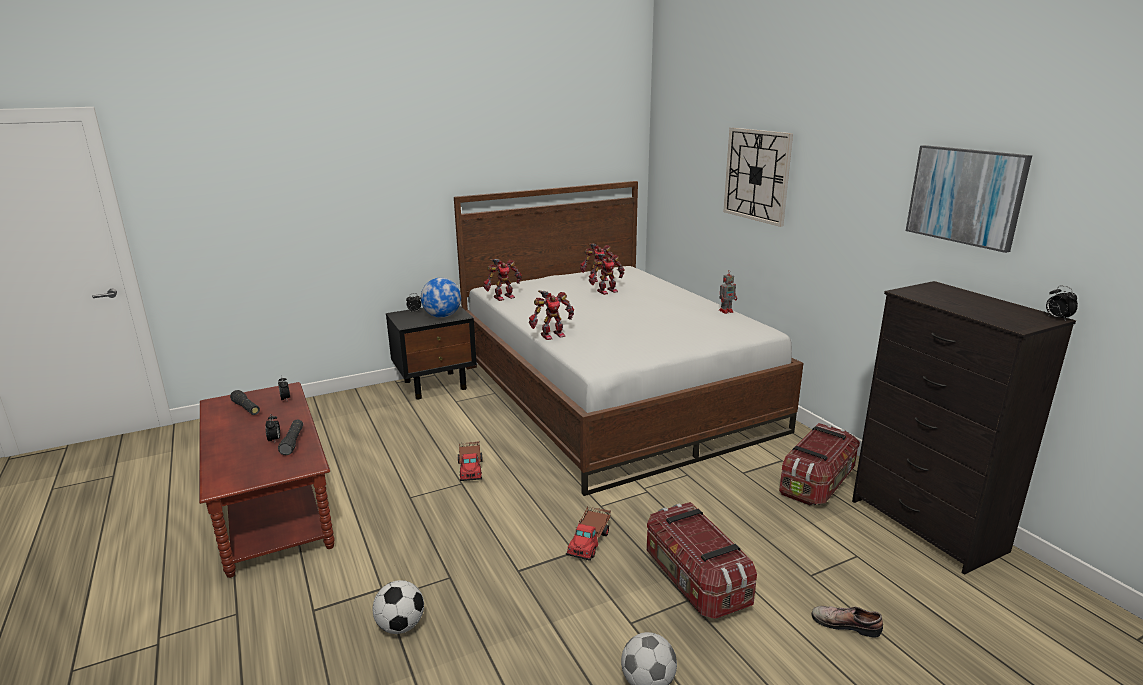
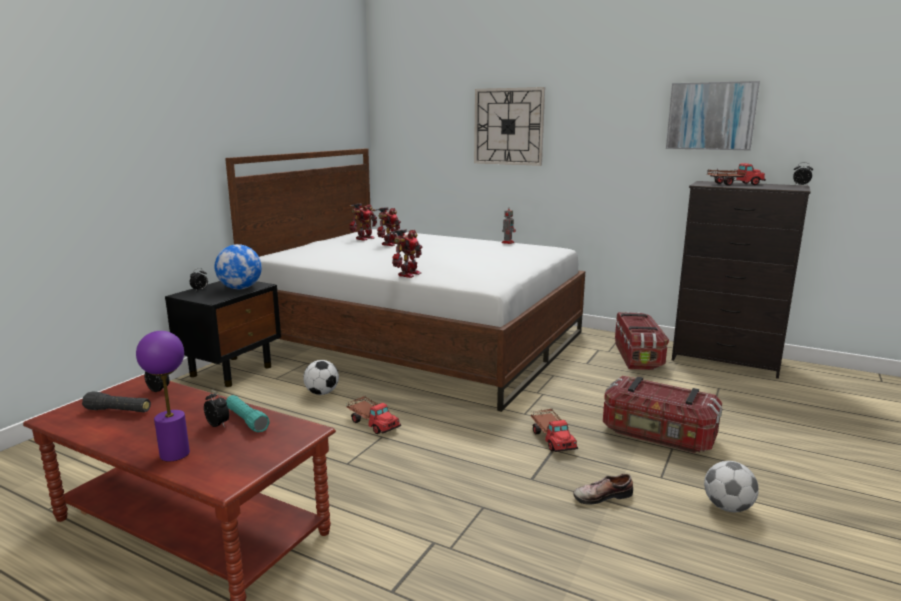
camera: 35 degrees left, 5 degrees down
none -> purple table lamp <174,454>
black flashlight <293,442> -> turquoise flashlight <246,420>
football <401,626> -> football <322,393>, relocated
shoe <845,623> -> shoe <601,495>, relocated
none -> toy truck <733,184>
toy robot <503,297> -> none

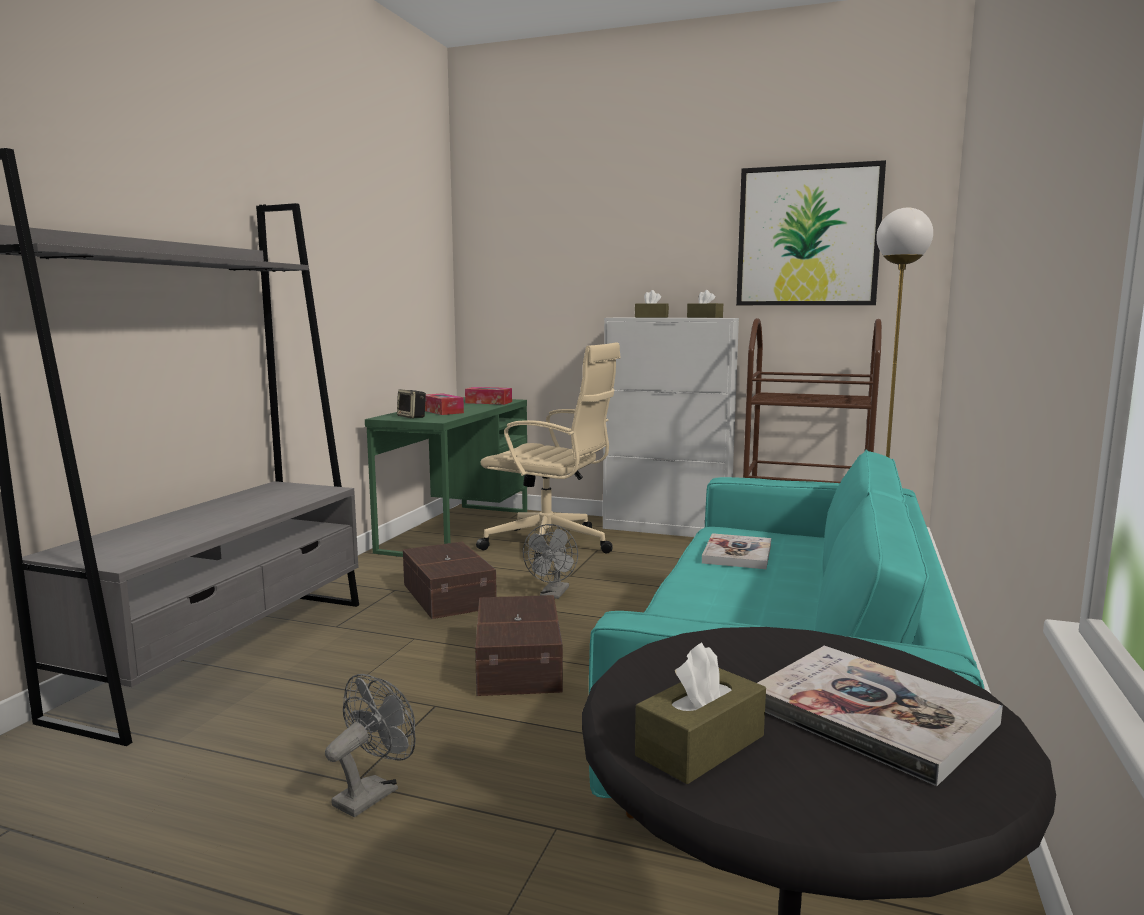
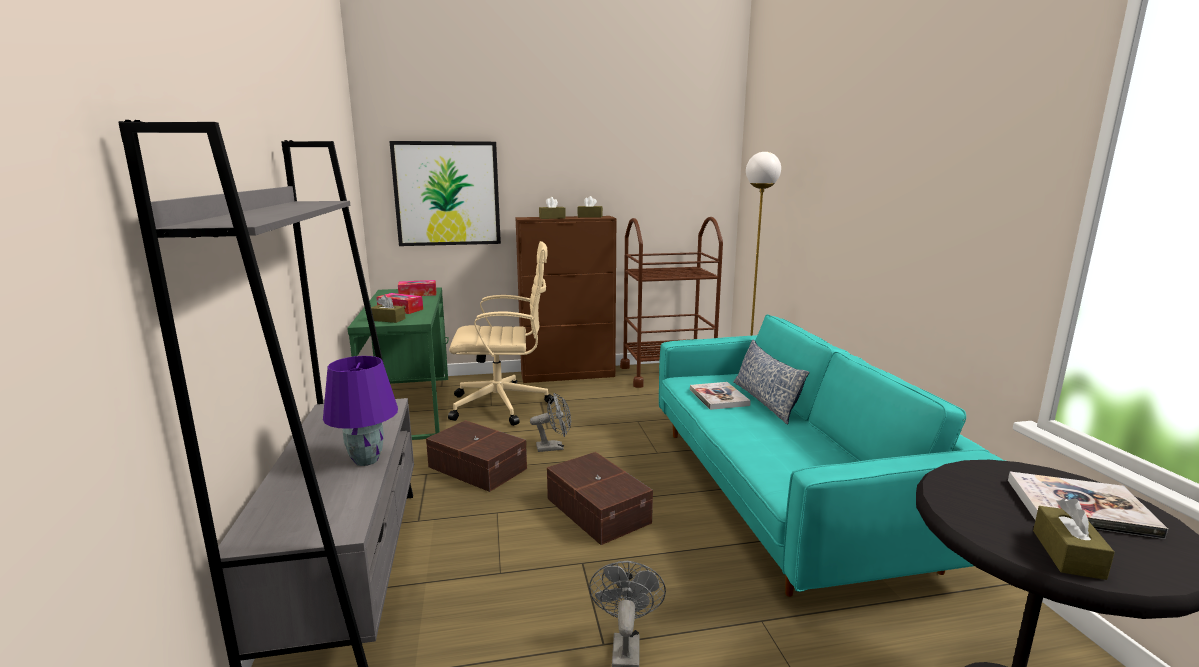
camera: 30 degrees left, 5 degrees up
none -> purple table lamp <366,461>
speaker <412,417> -> brown tissue box <388,319>
picture <808,236> -> picture <447,194>, relocated
white cabinet <667,529> -> brown cabinet <568,375>
grey fan <553,594> -> grey fan <554,447>, 90 degrees counterclockwise
none -> pillow <765,401>

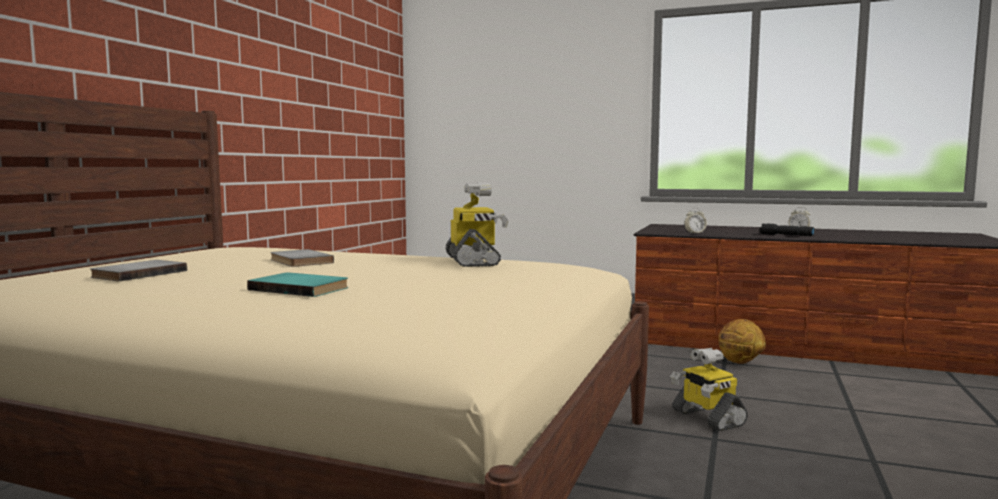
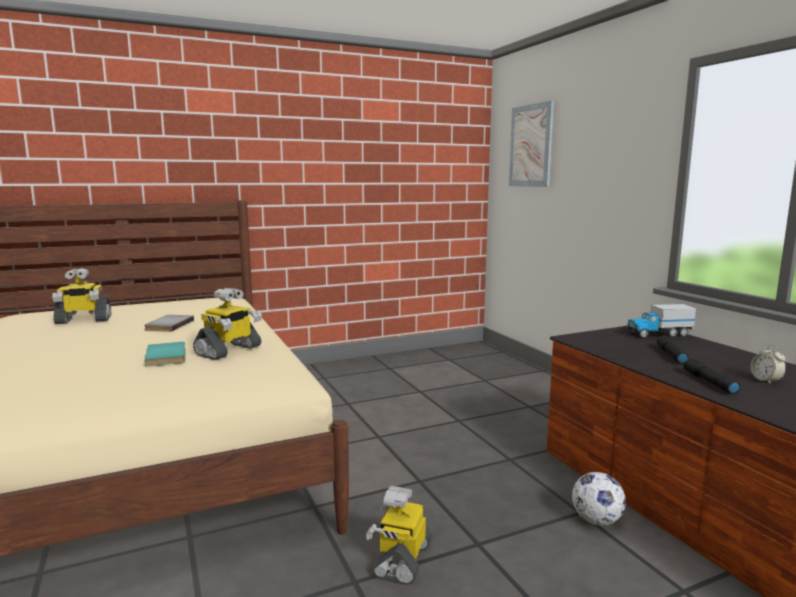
camera: 45 degrees right, 5 degrees up
grey book <137,274> -> toy robot <83,320>
turquoise book <301,288> -> turquoise book <168,356>, relocated
none -> picture <530,146>
basketball <739,362> -> football <596,520>
none -> toy truck <658,334>
none -> black flashlight <670,355>
alarm clock <695,233> -> none

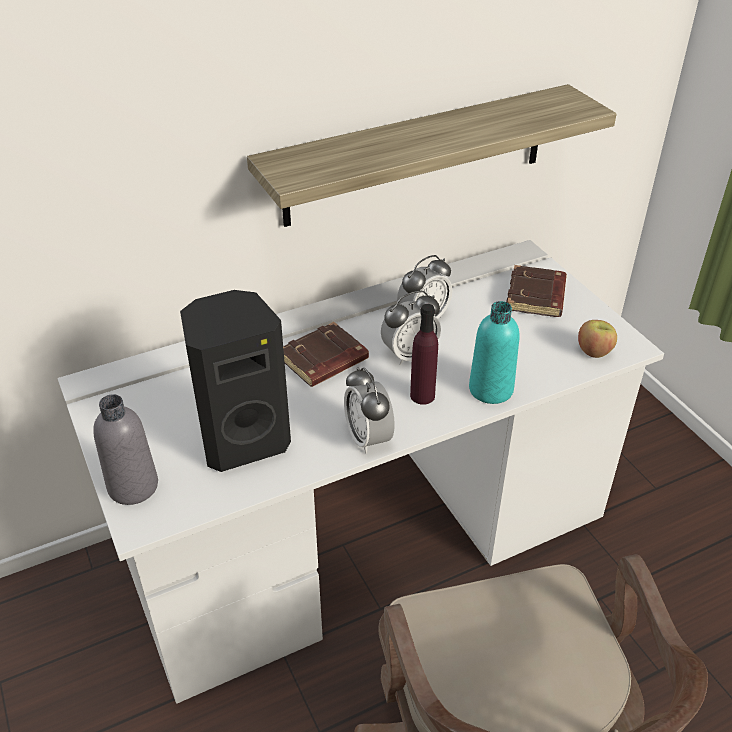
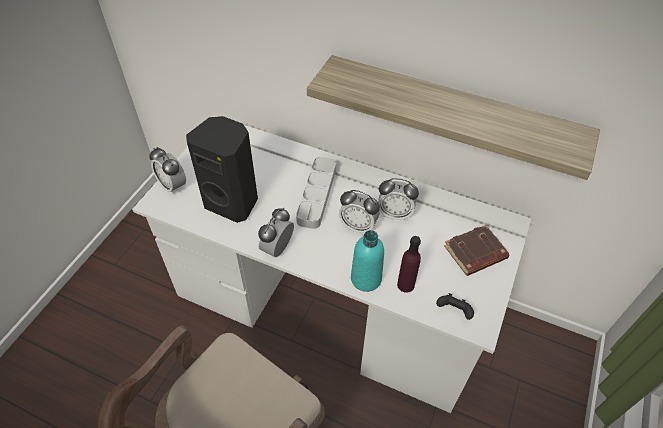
camera: 50 degrees right, 10 degrees up
grey bottle <133,486> -> alarm clock <172,186>
brown book <323,361> -> grey tray <317,195>
purple bottle <422,396> -> purple bottle <405,285>, relocated
apple <594,351> -> black game controller <453,311>

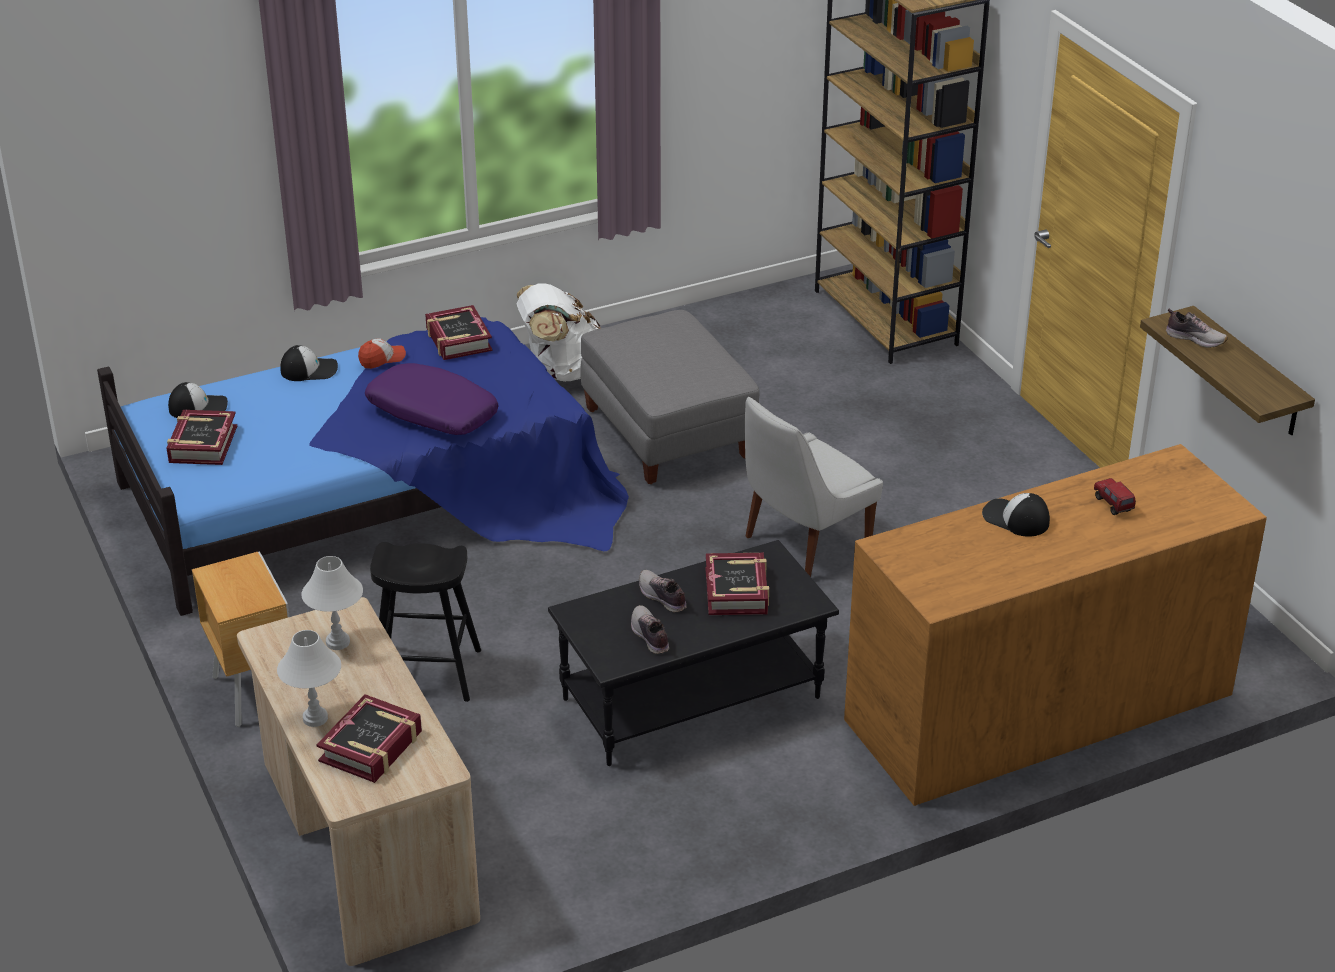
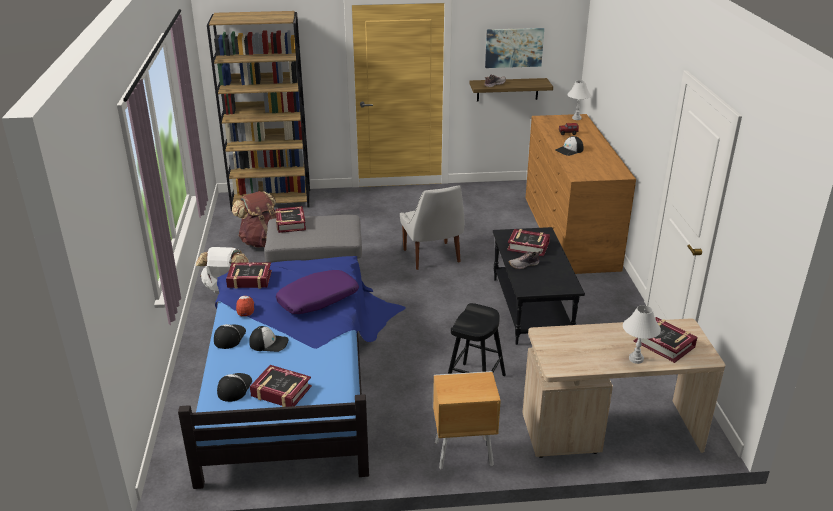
camera: 70 degrees left, 5 degrees down
none -> brown backpack <263,241>
none -> cap <269,343>
none -> book <290,223>
none -> picture <514,47>
white table lamp <338,642> -> white table lamp <576,118>, relocated
shoe <649,636> -> none

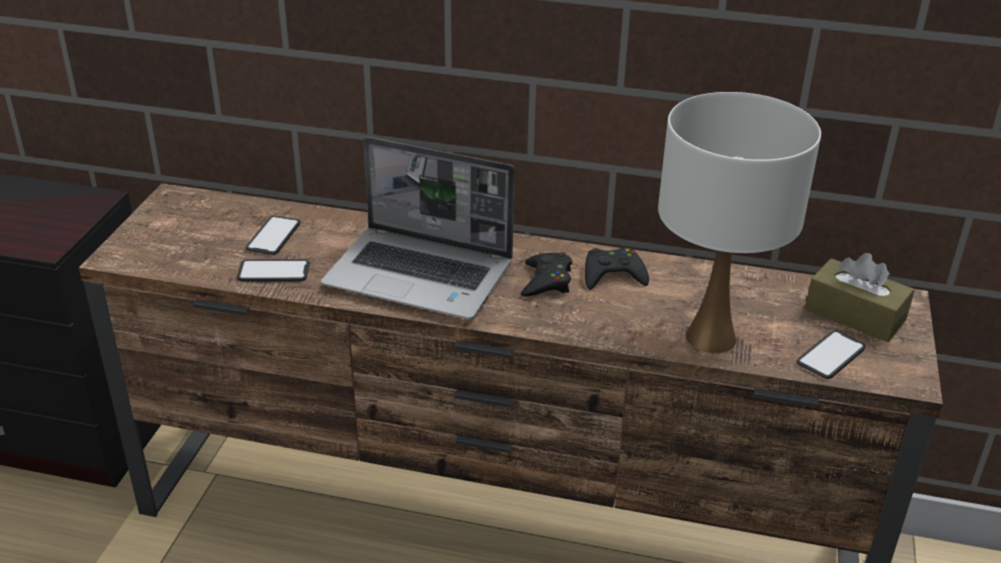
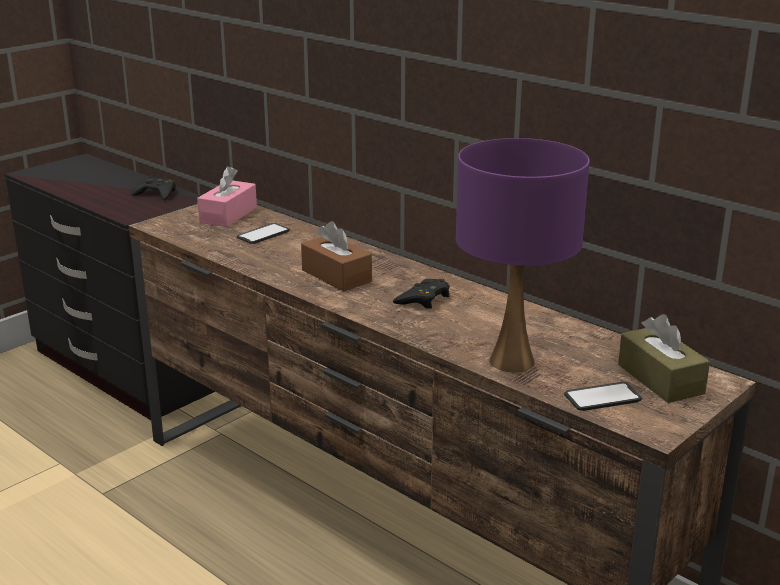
camera: 30 degrees right, 10 degrees down
black game controller <613,275> -> black game controller <156,193>, relocated
none -> pink tissue box <228,215>
laptop <421,275> -> brown tissue box <336,276>
white table lamp <710,337> -> purple table lamp <511,361>
phone <273,272> -> none

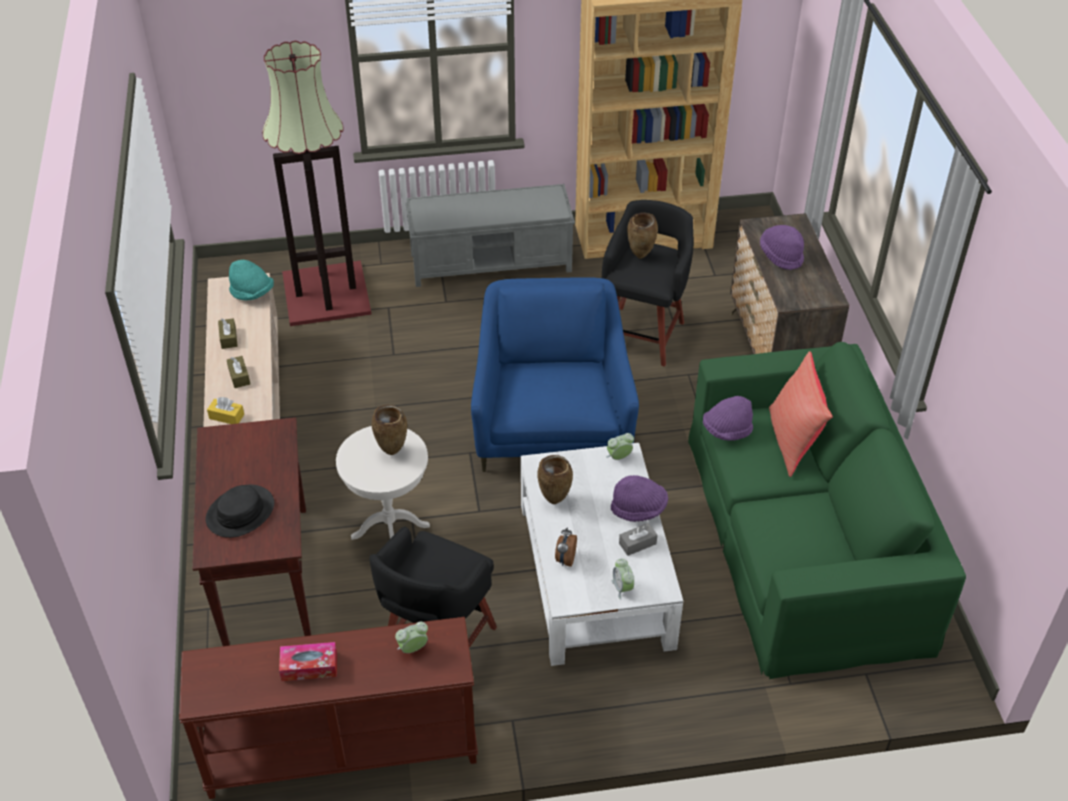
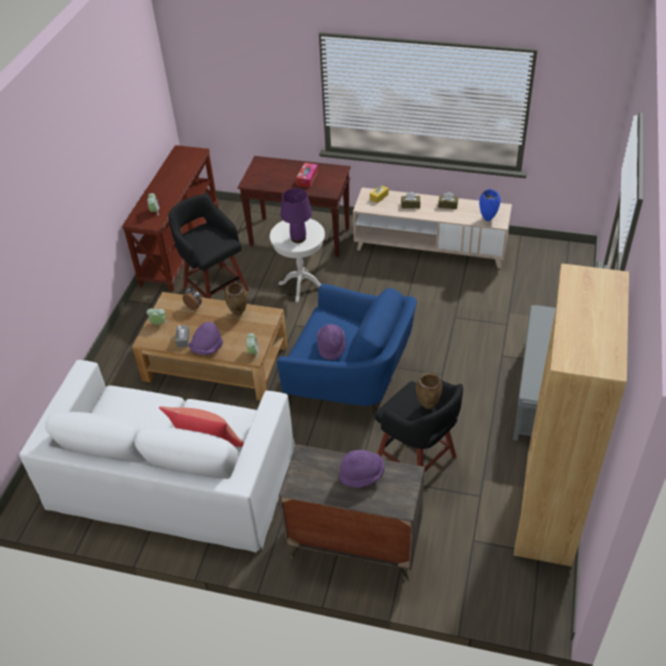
camera: 115 degrees right, 0 degrees up
green sofa <806,539> -> white sofa <171,478>
white coffee table <595,575> -> brown coffee table <215,362>
brown vase <393,451> -> purple table lamp <298,238>
tissue box <309,666> -> tissue box <307,178>, relocated
purple hat <726,430> -> purple hat <331,347>, relocated
turquoise hat <252,293> -> blue vase <488,219>
black hat <240,512> -> none
floor lamp <327,293> -> none

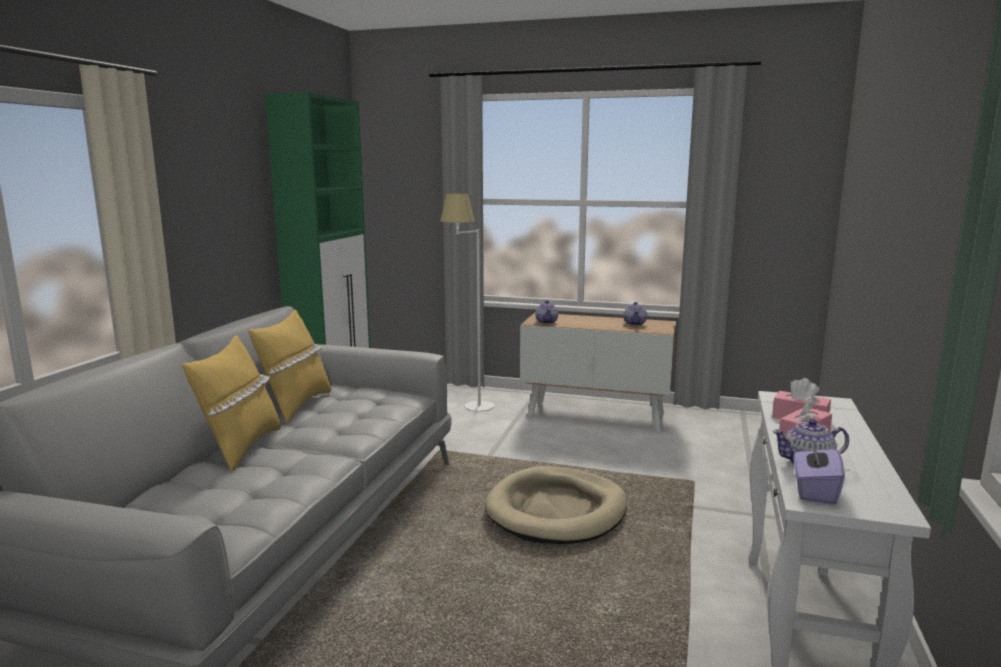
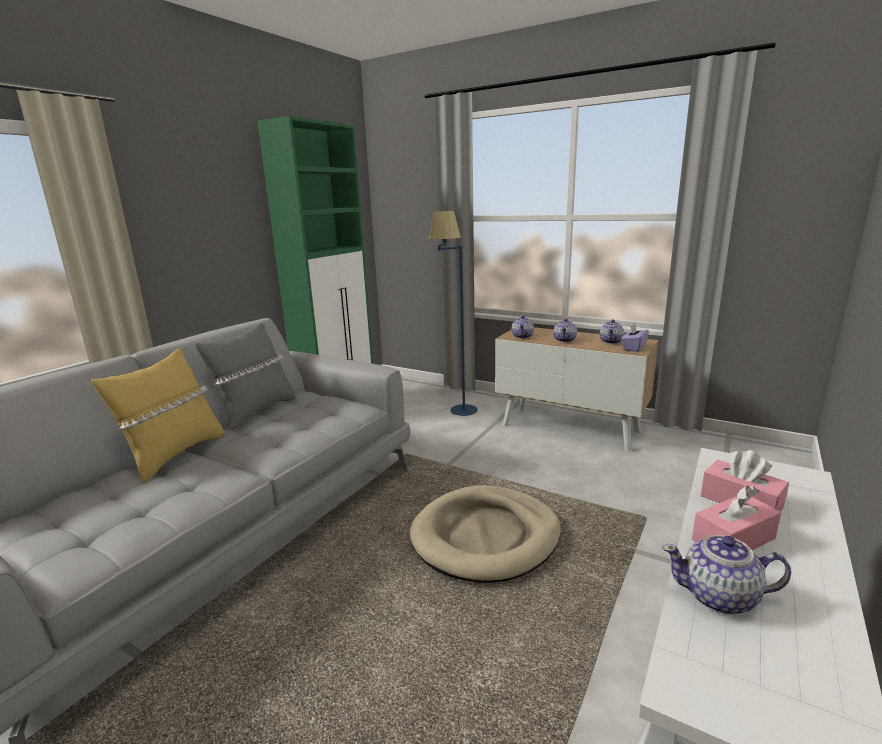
camera: 15 degrees right, 5 degrees up
yellow pillow <296,405> -> grey pillow <255,411>
white floor lamp <468,403> -> blue floor lamp <455,406>
none -> teapot <565,340>
purple tissue box <814,491> -> purple tissue box <633,348>, relocated

